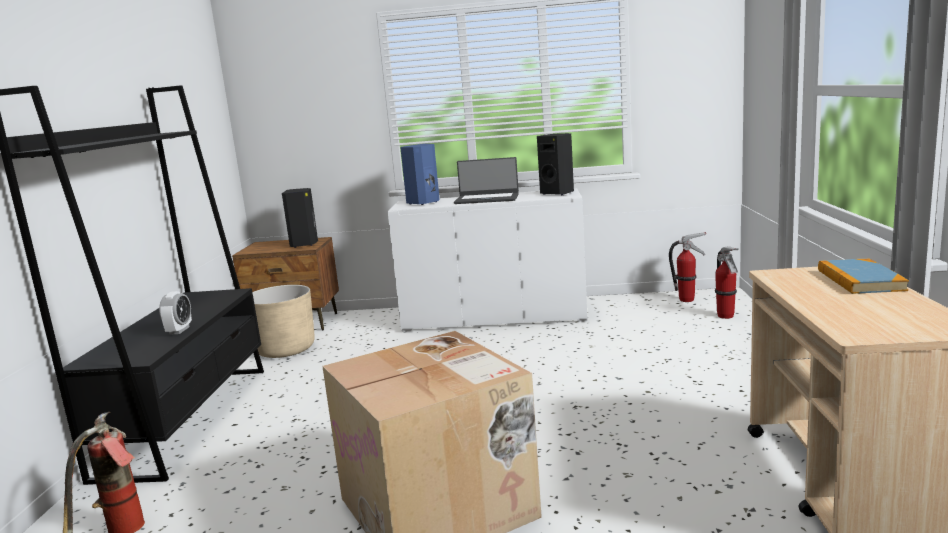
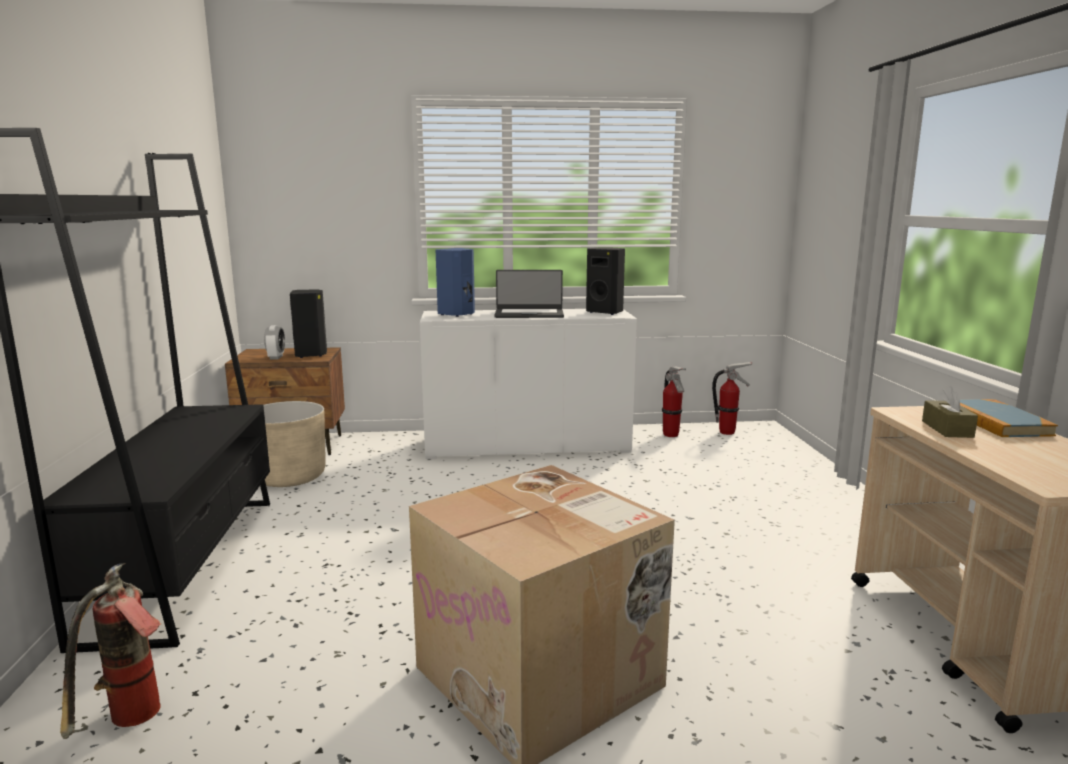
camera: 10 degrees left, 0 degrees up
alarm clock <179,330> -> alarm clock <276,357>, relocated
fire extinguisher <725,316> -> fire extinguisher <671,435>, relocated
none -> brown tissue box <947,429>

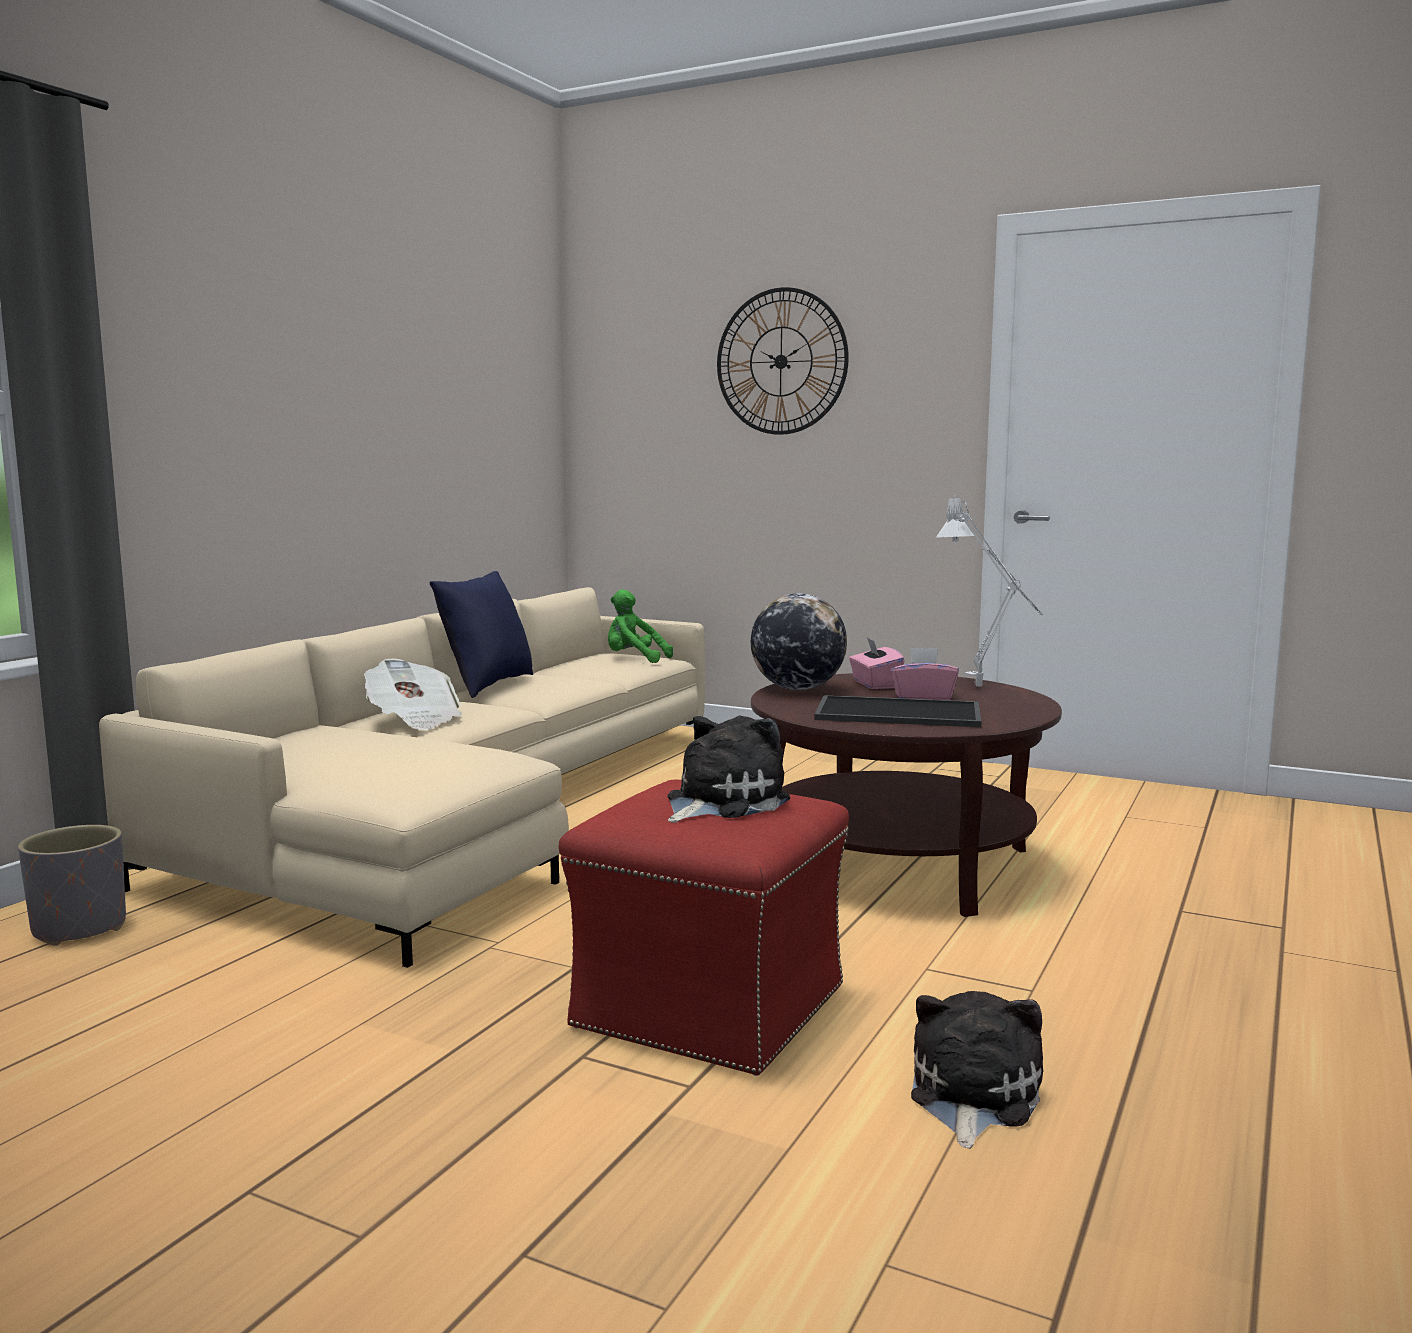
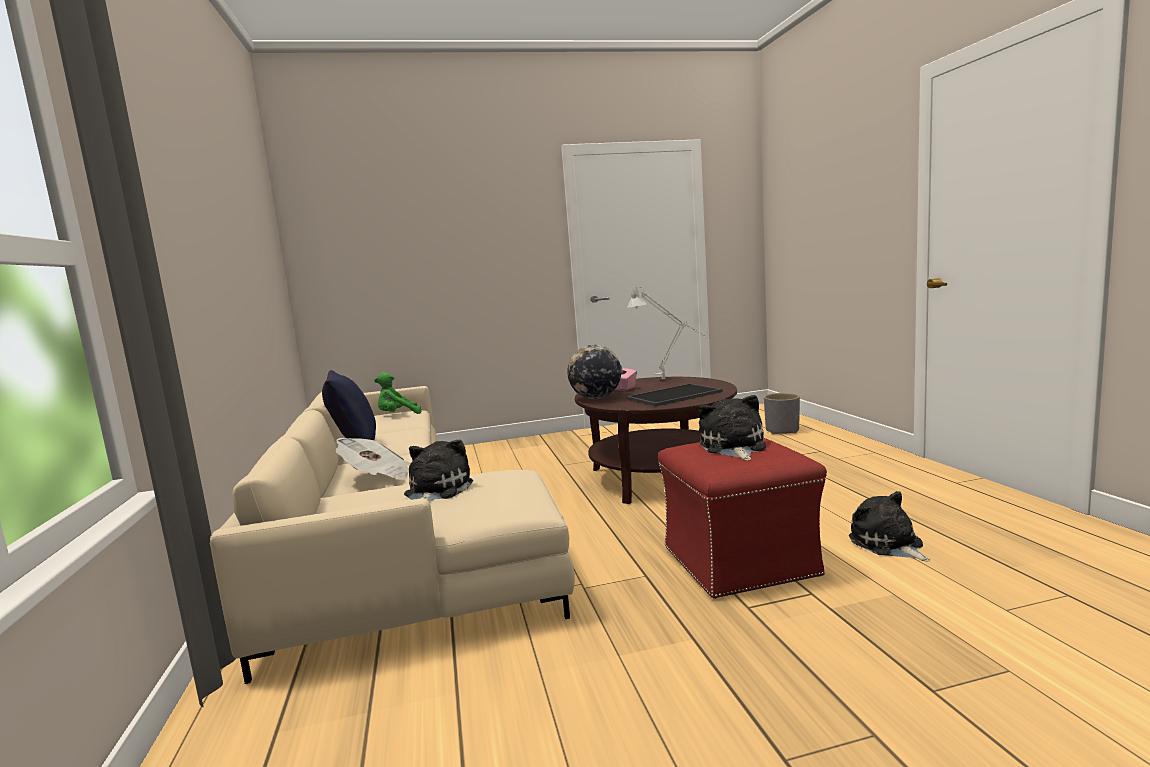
camera: 40 degrees left, 0 degrees up
none -> plush toy <436,491>
grey planter <79,929> -> grey planter <782,431>, relocated
wall clock <781,361> -> none
pink tissue box <922,697> -> none

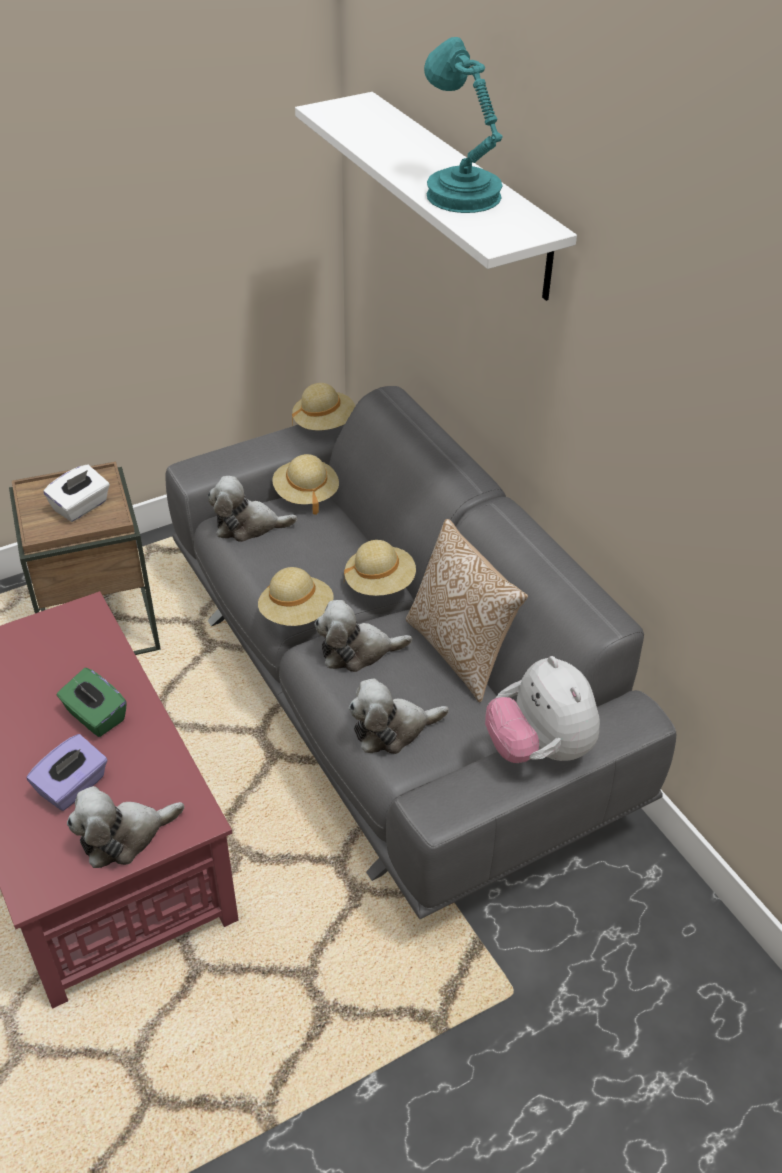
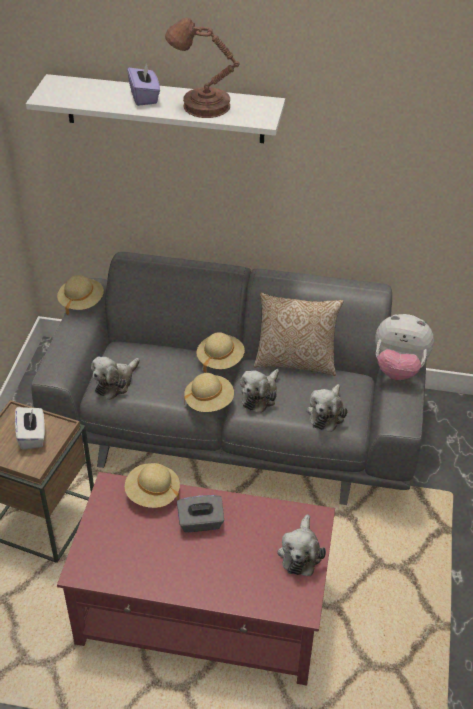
camera: 50 degrees left, 0 degrees up
beige hat <306,494> -> beige hat <152,494>, relocated
purple tissue box <73,787> -> purple tissue box <144,97>, relocated
turquoise table lamp <459,193> -> brown table lamp <202,106>
green tissue box <95,716> -> grey tissue box <200,523>

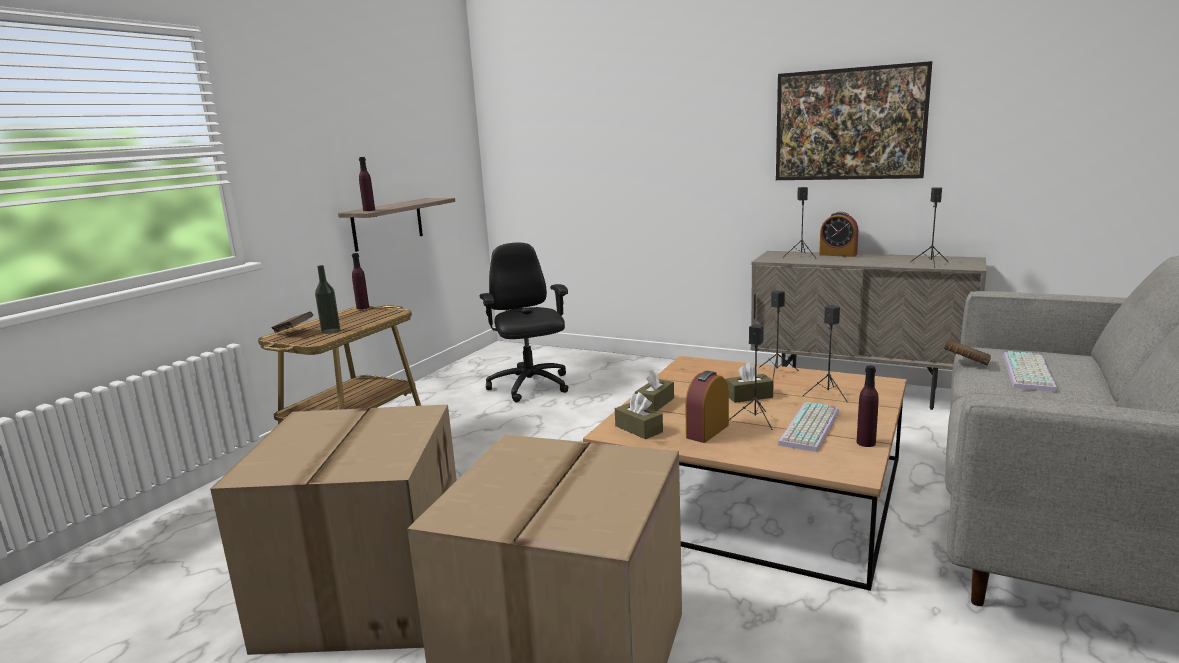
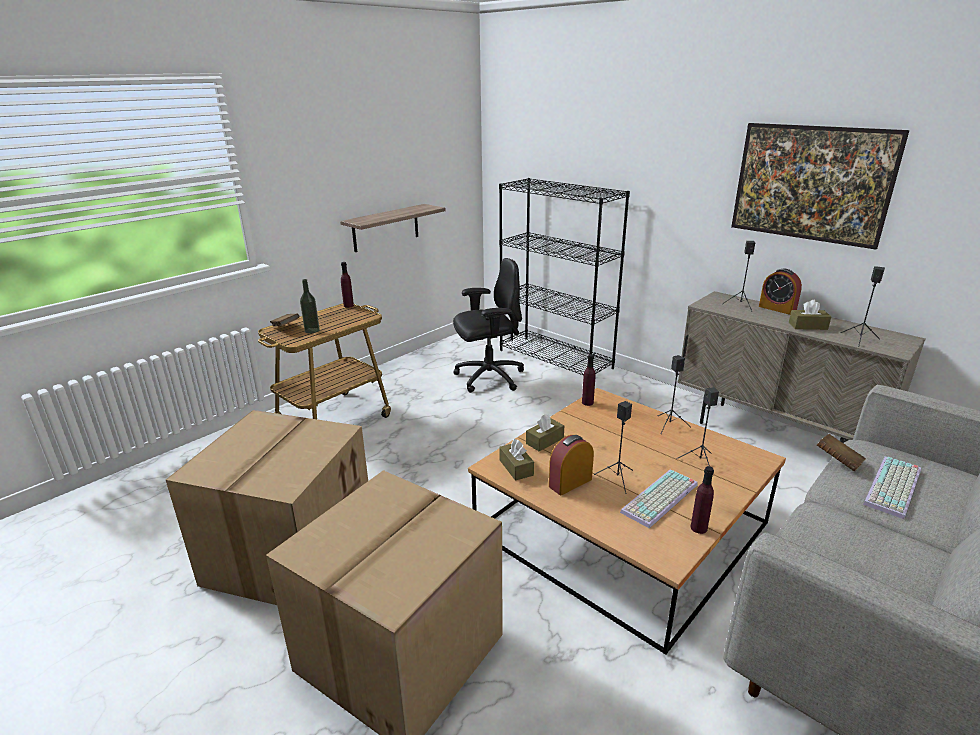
camera: 15 degrees right, 10 degrees up
black office chair <530,386> -> black office chair <488,377>, 75 degrees clockwise
none -> black bookcase <556,359>
purple bottle <369,210> -> purple bottle <587,402>, relocated
brown tissue box <749,396> -> brown tissue box <808,326>, relocated

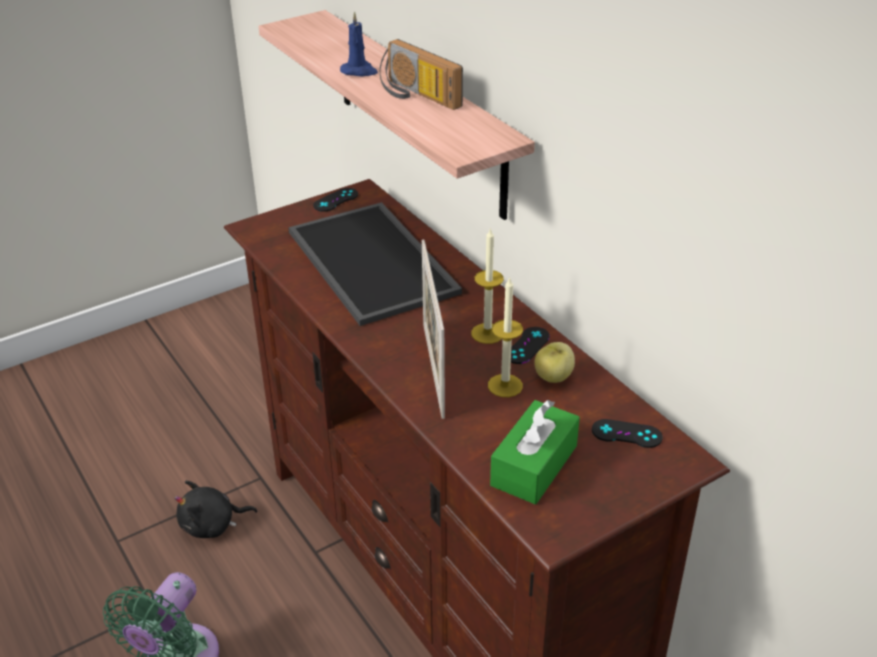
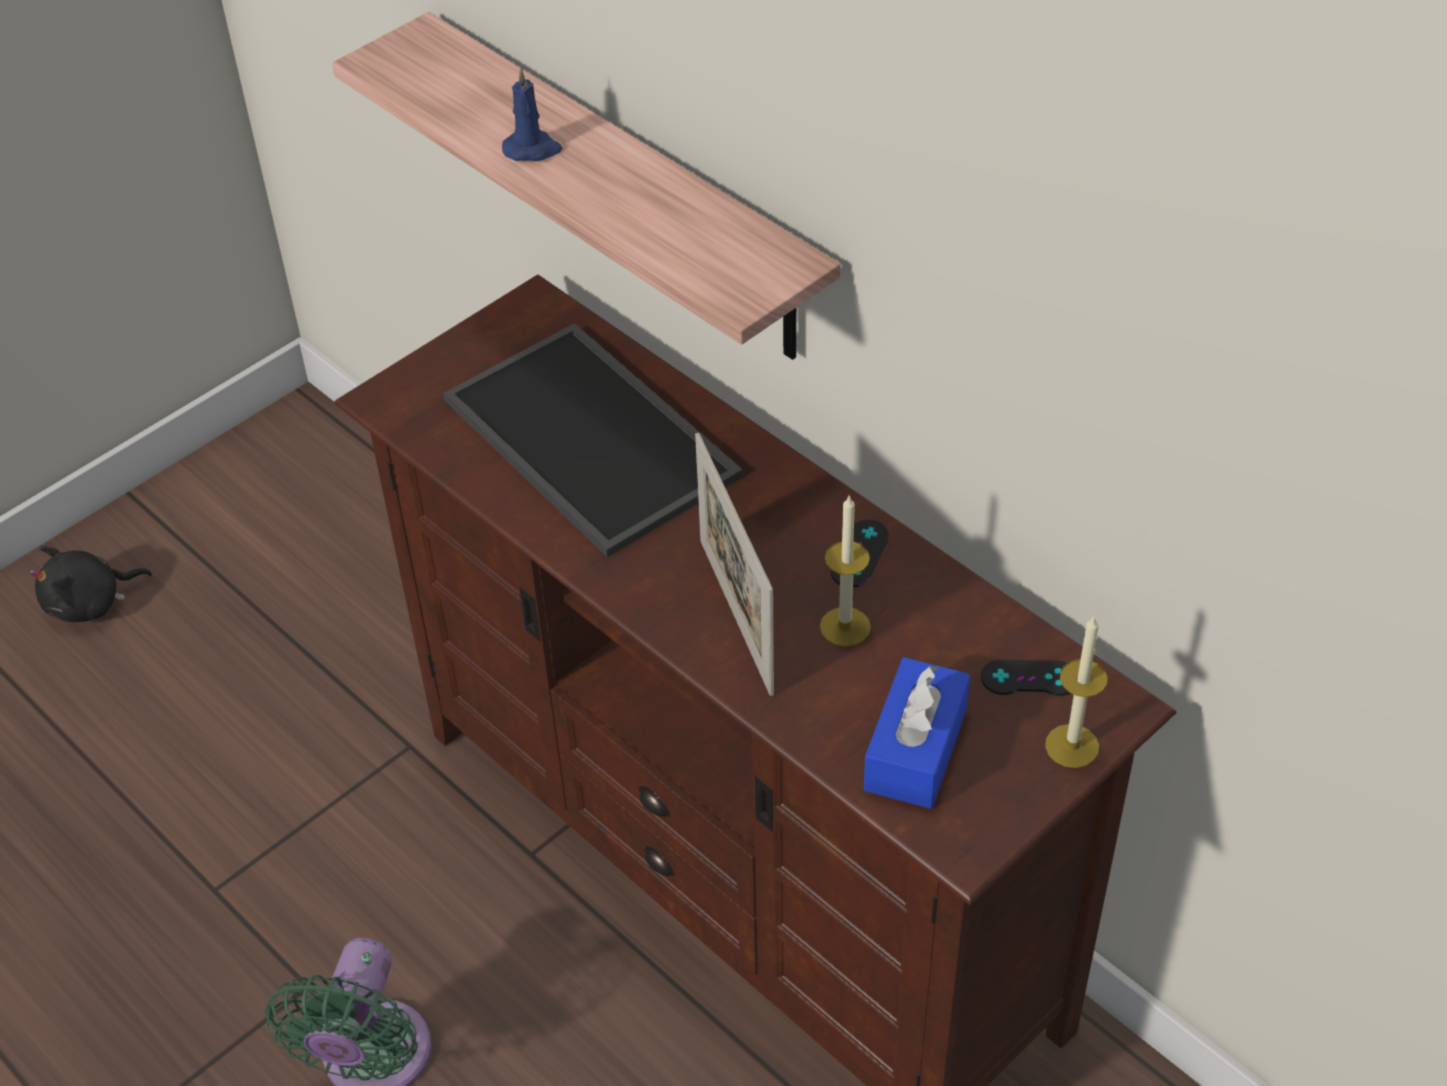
camera: 10 degrees left, 10 degrees up
black plush toy <212,525> -> black plush toy <90,603>, relocated
green tissue box <534,465> -> blue tissue box <915,749>
candle <487,333> -> candle <1072,746>, relocated
black game controller <336,200> -> none
radio <416,95> -> none
apple <554,377> -> none

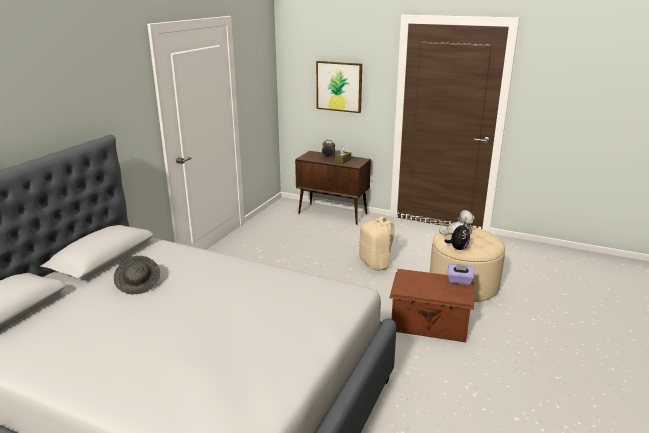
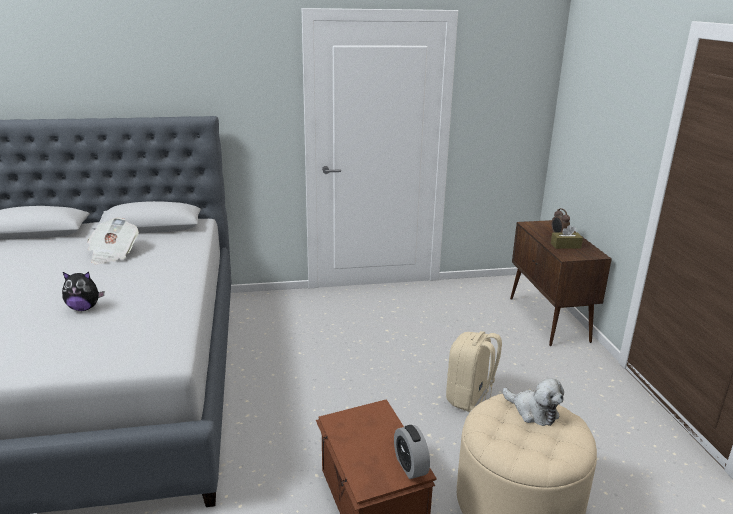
camera: 55 degrees right, 0 degrees up
plush toy <458,248> -> plush toy <84,308>, relocated
grey hat <139,284> -> newspaper <113,254>
purple tissue box <459,281> -> alarm clock <410,466>
picture <339,86> -> none

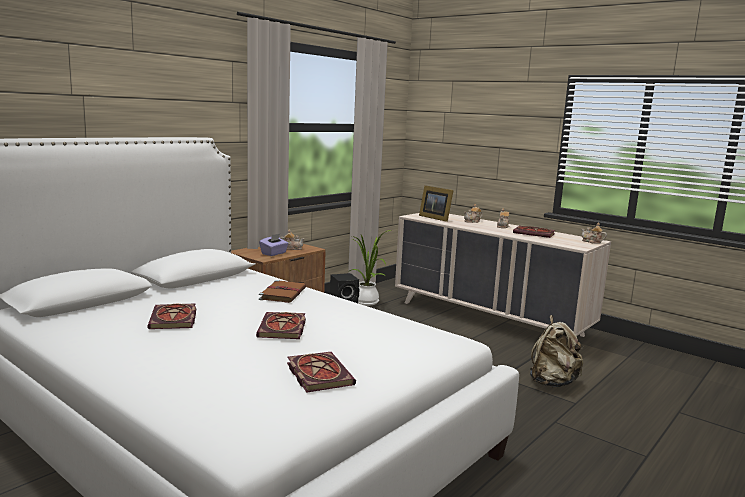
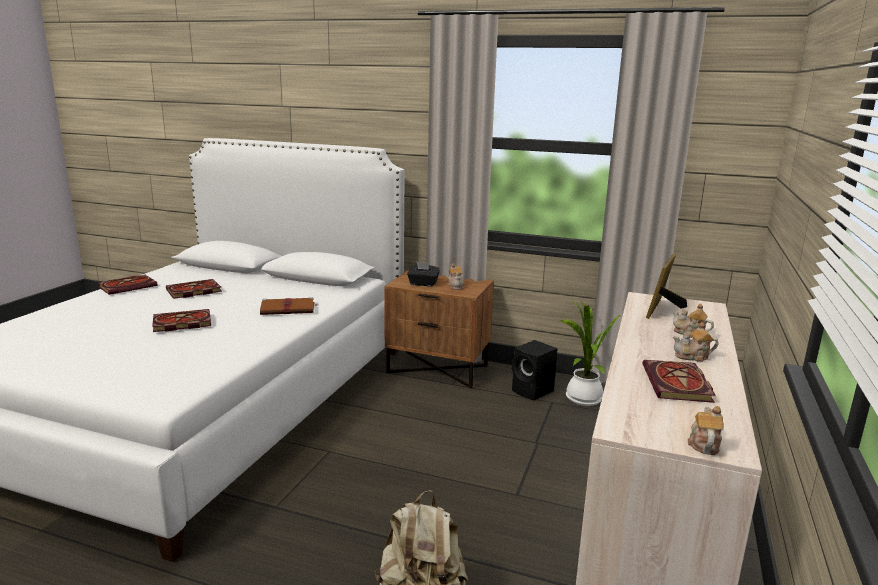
camera: 70 degrees right, 5 degrees up
book <317,374> -> book <129,286>, relocated
purple tissue box <274,253> -> black tissue box <423,284>

